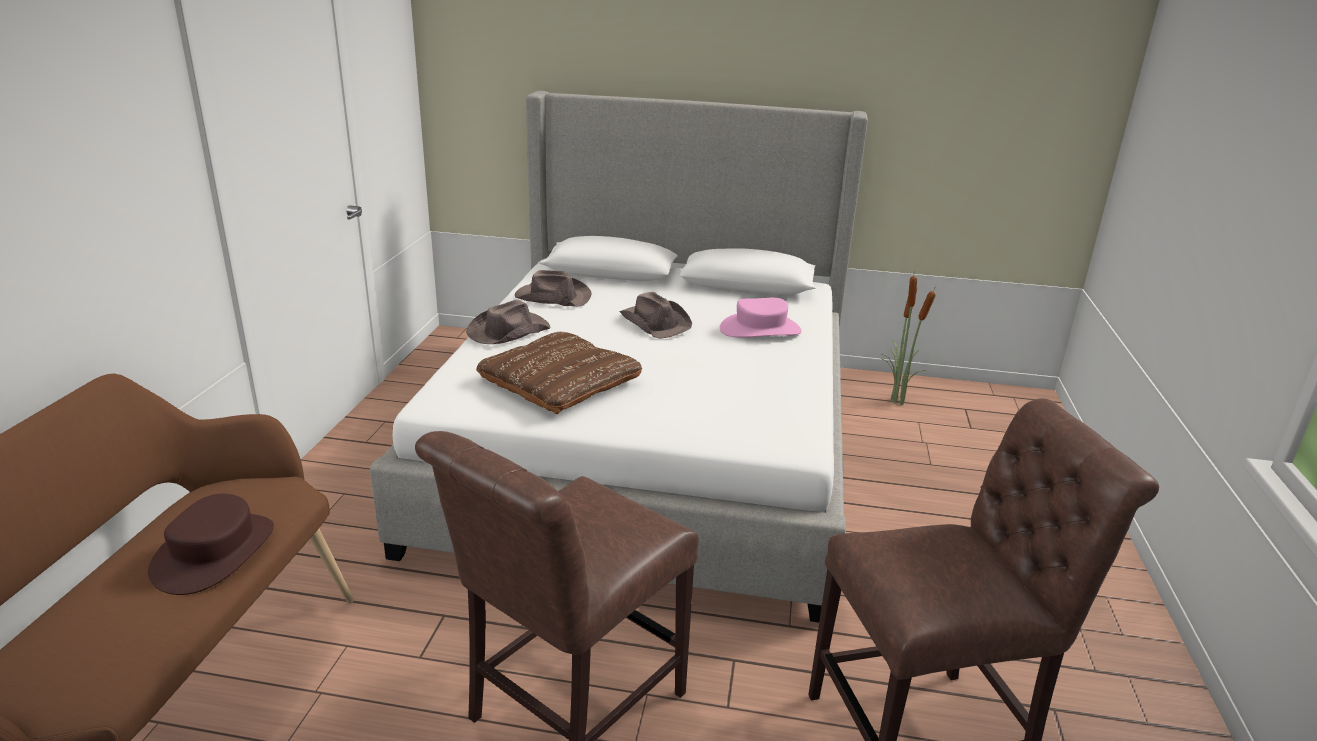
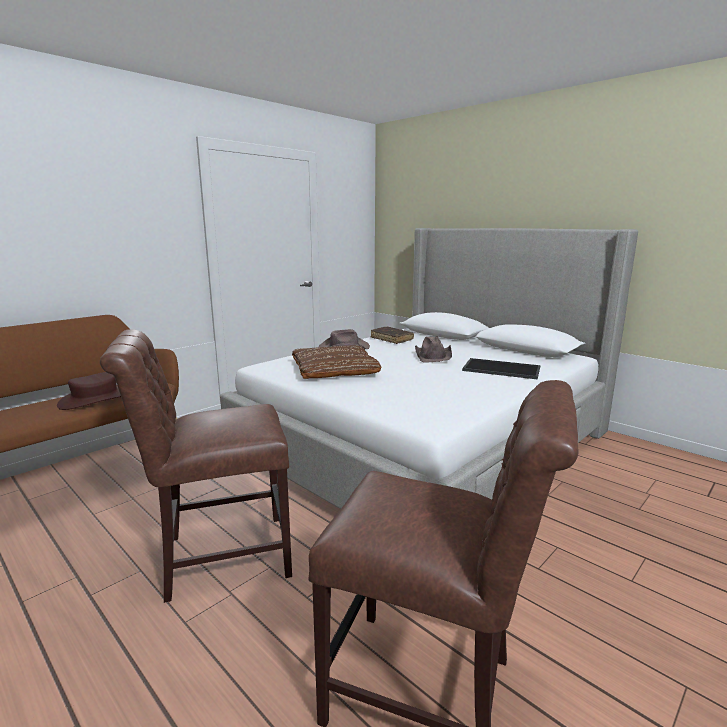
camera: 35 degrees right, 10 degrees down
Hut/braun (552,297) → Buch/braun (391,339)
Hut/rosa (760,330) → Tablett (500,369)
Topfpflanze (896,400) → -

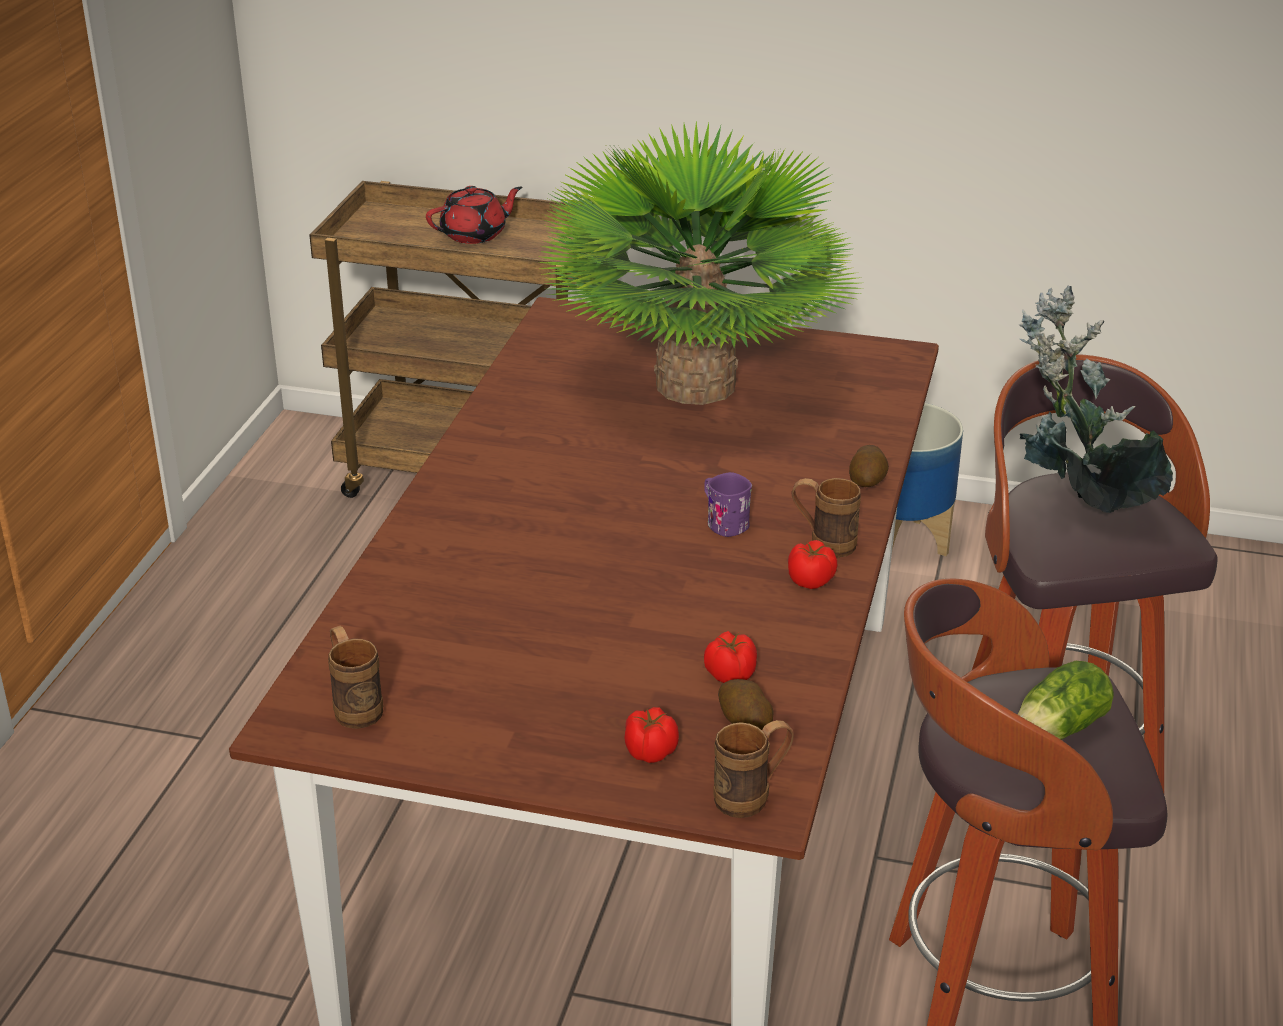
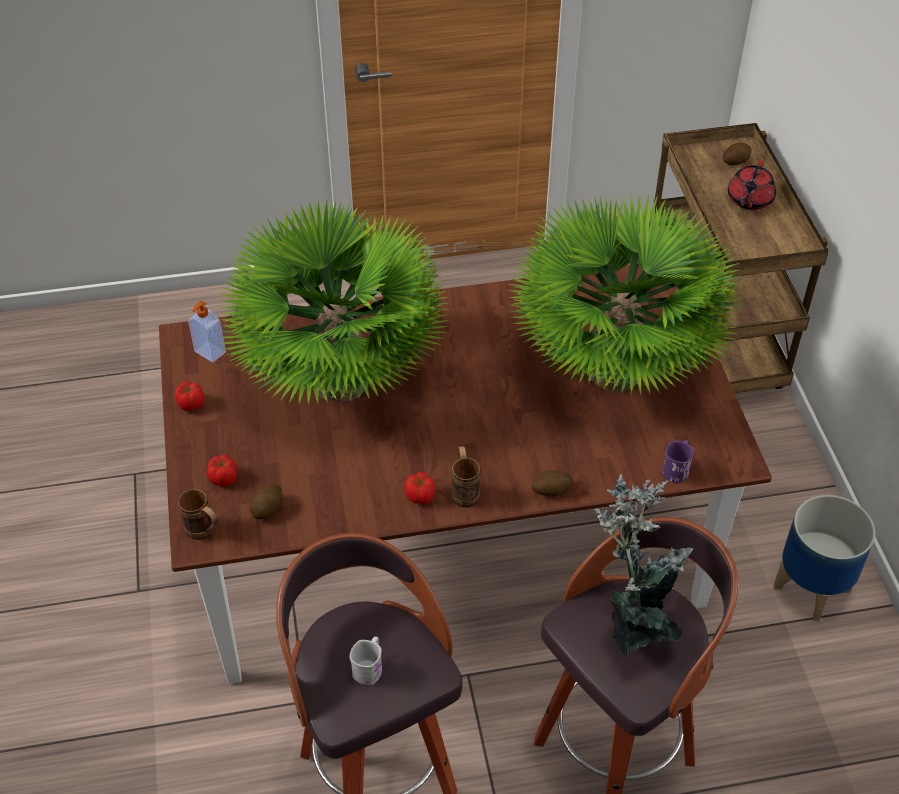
camera: 65 degrees right, 15 degrees up
Tomate (729,674) → Tomate (191,403), move
Henkelbecher/braun (354,705) → Seifenspender (209,353)
- → Topfpflanze (340,381)
Salatkopf (1055,731) → Henkelbecher/weiß (369,667)
Henkelbecher/lila (723,522) → Henkelbecher/lila (677,469), move
- → Kartoffel (735,161)
Teekanne/rot (475,234) → Teekanne/rot (749,200), 75 degrees clockwise

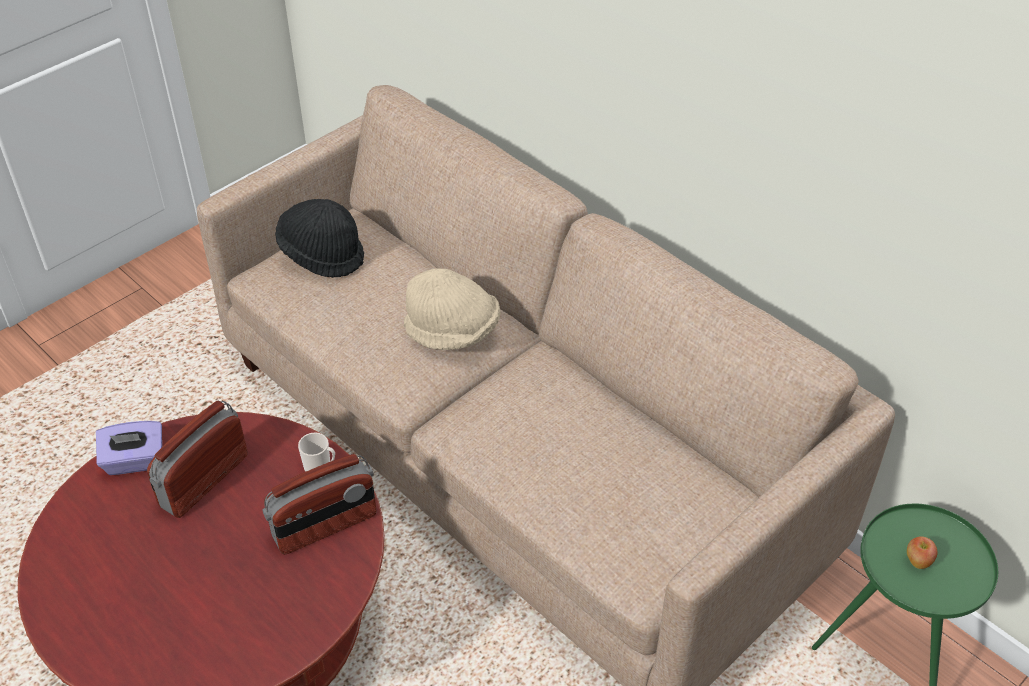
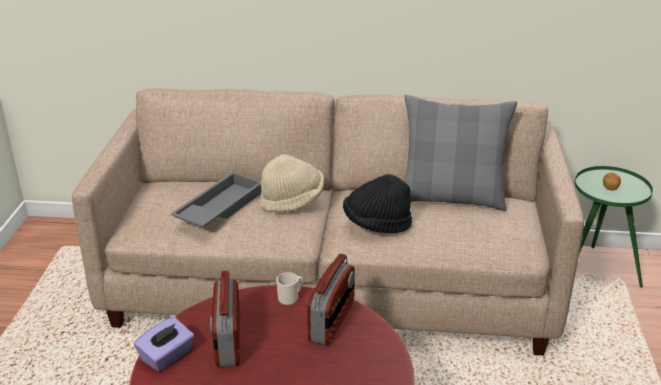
camera: 40 degrees left, 15 degrees down
- → Tablett/grau (219,207)
Hut/schwarz (322,254) → Hut/schwarz (377,224), move
- → Kissen/grau (451,198)

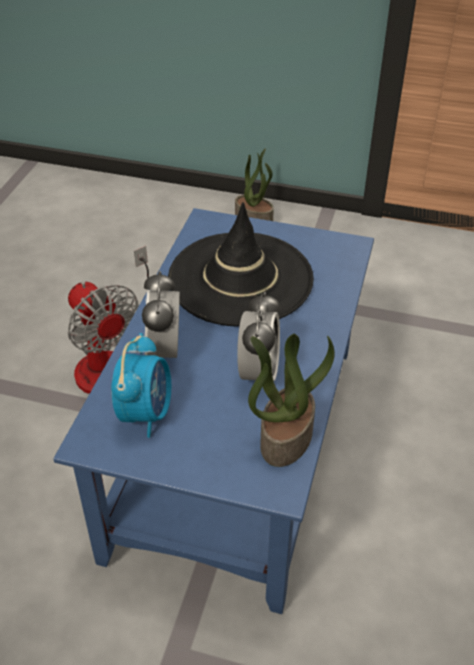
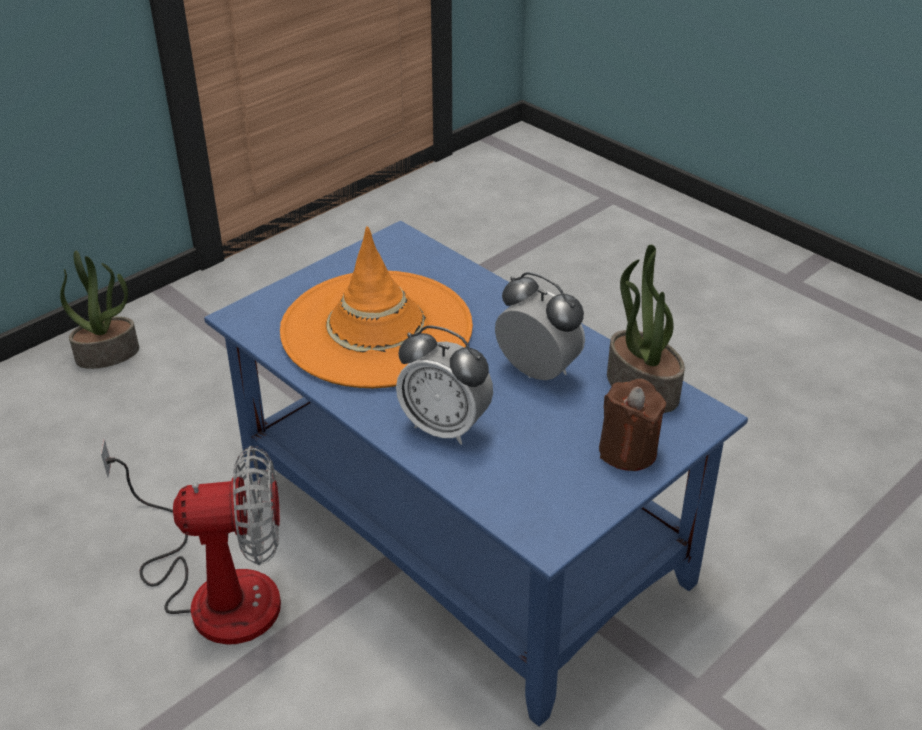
camera: 60 degrees left, 5 degrees down
Hut/schwarz (240,279) → Hut/orange (376,329)
- → Kerze/braun (628,451)
Wecker (146,413) → -

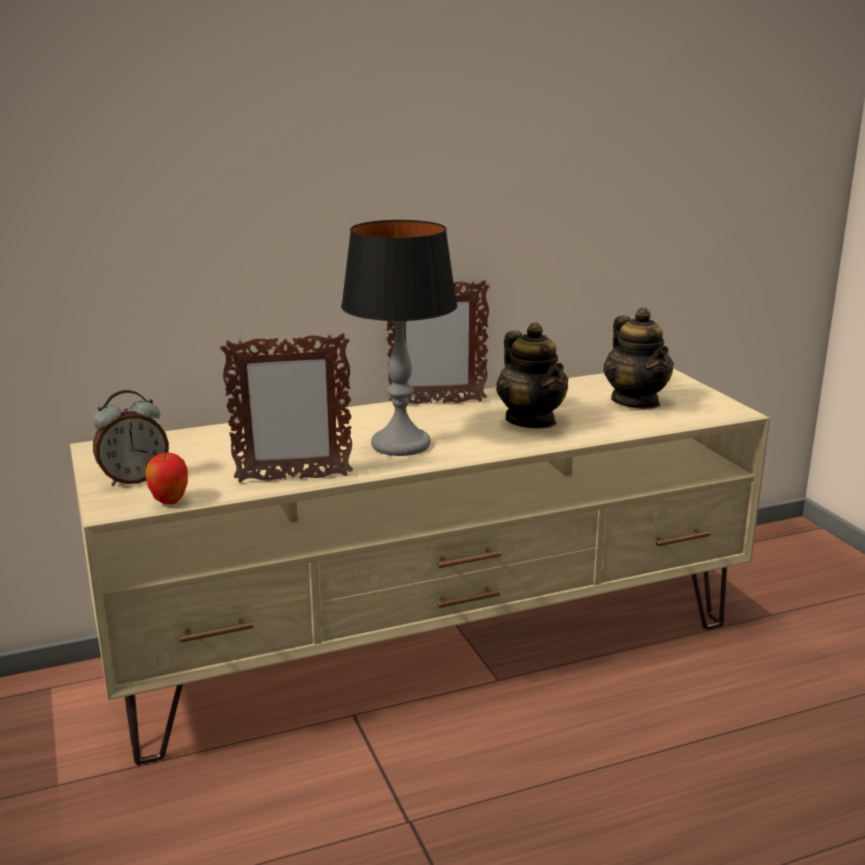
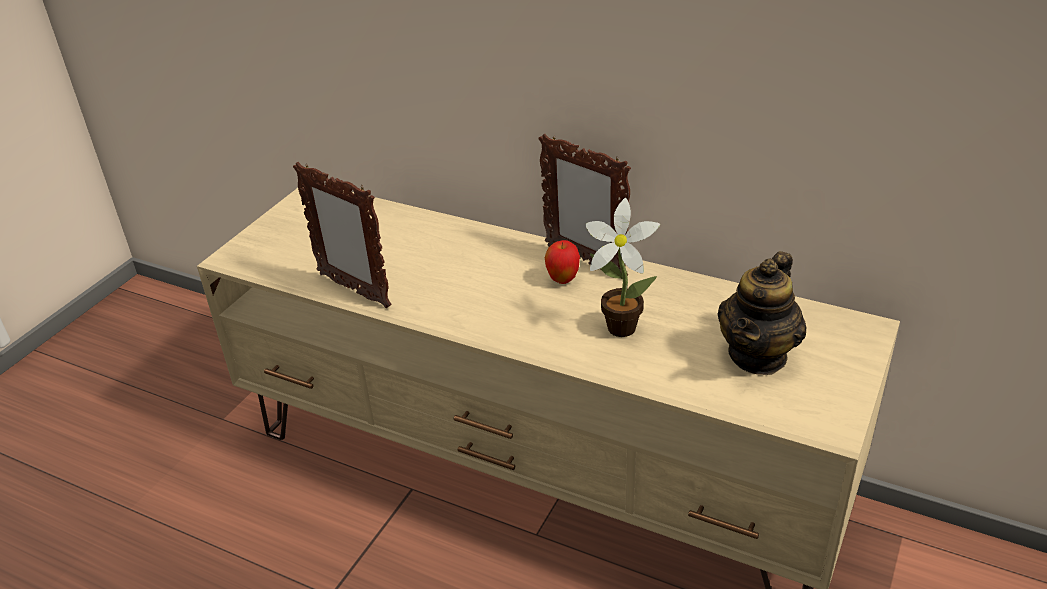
camera: 50 degrees right, 15 degrees up
Apfel (169,501) → Apfel (563,280), move
Teekanne (531,420) → Topfpflanze (617,325)
Wecker (134,479) → -
Tischlampe (400,445) → -

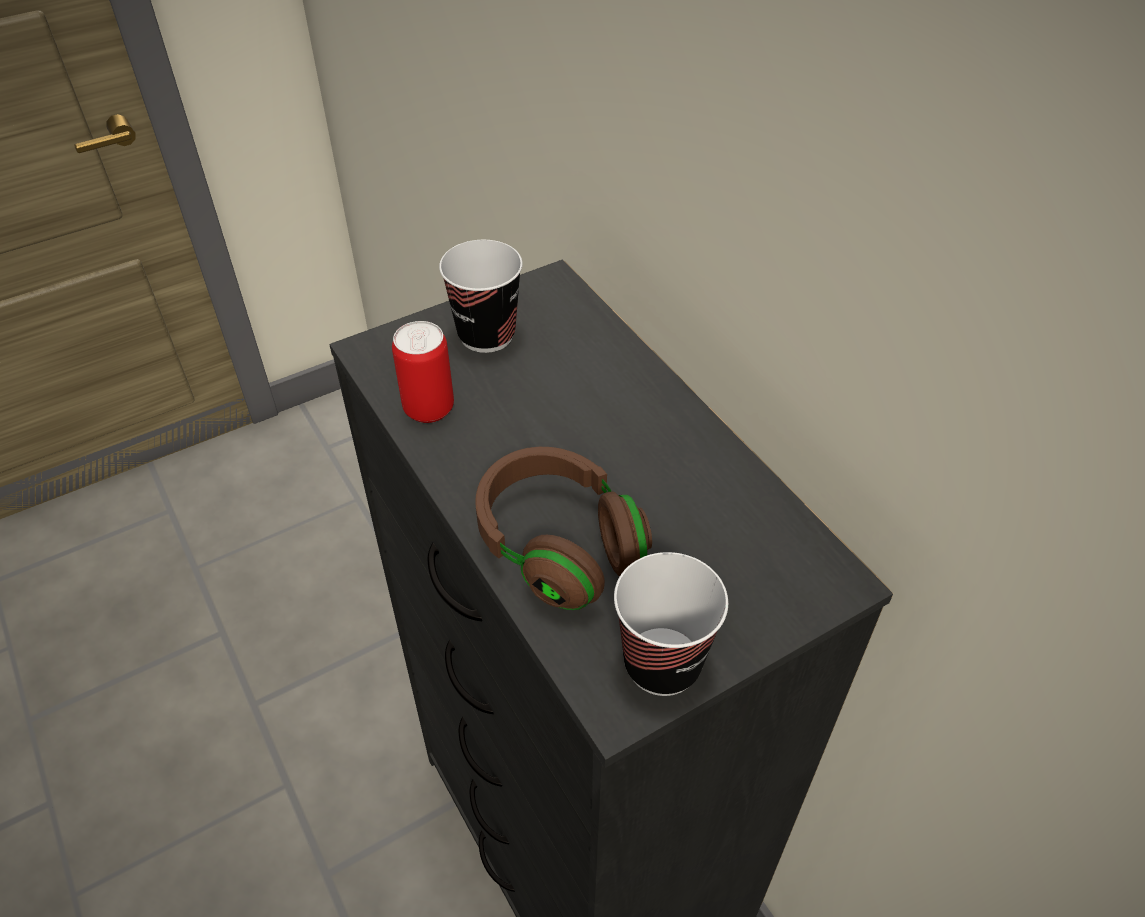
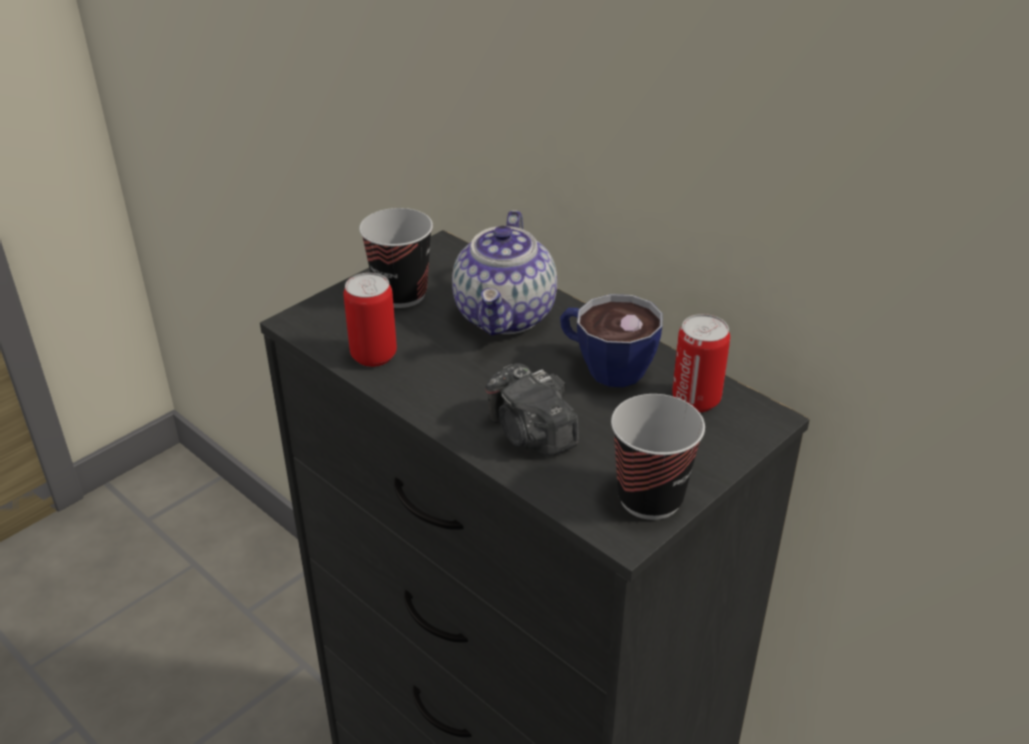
camera: 15 degrees left, 10 degrees down
- → Teekanne (506,316)
Kopfhörer/braun (559,546) → Kamera (531,434)
- → Tasse (604,366)
- → Dose (696,400)

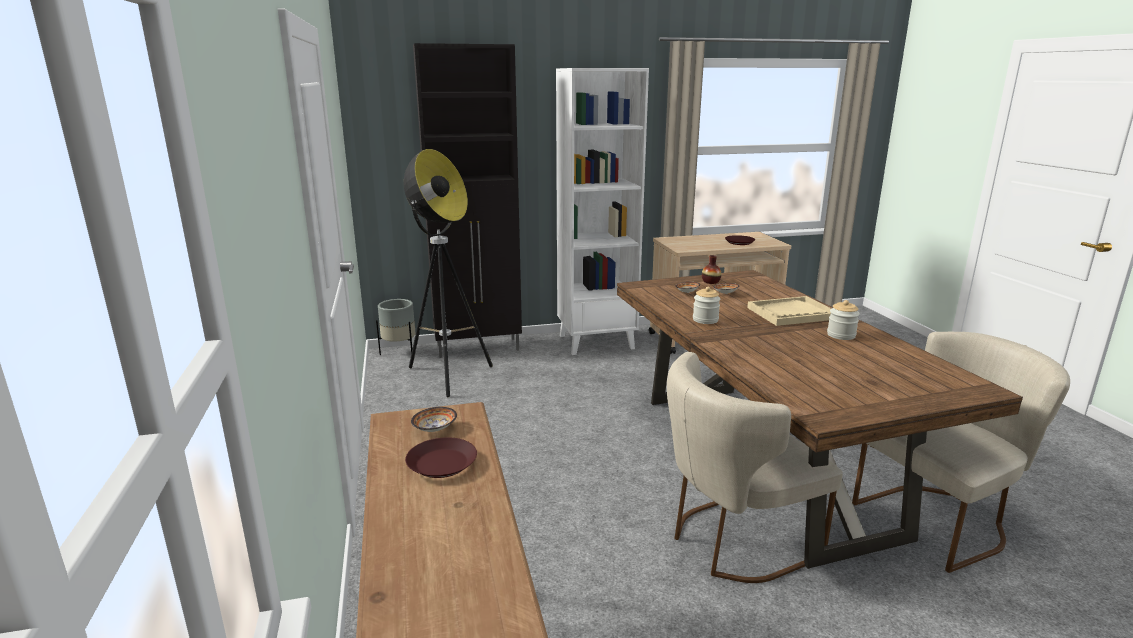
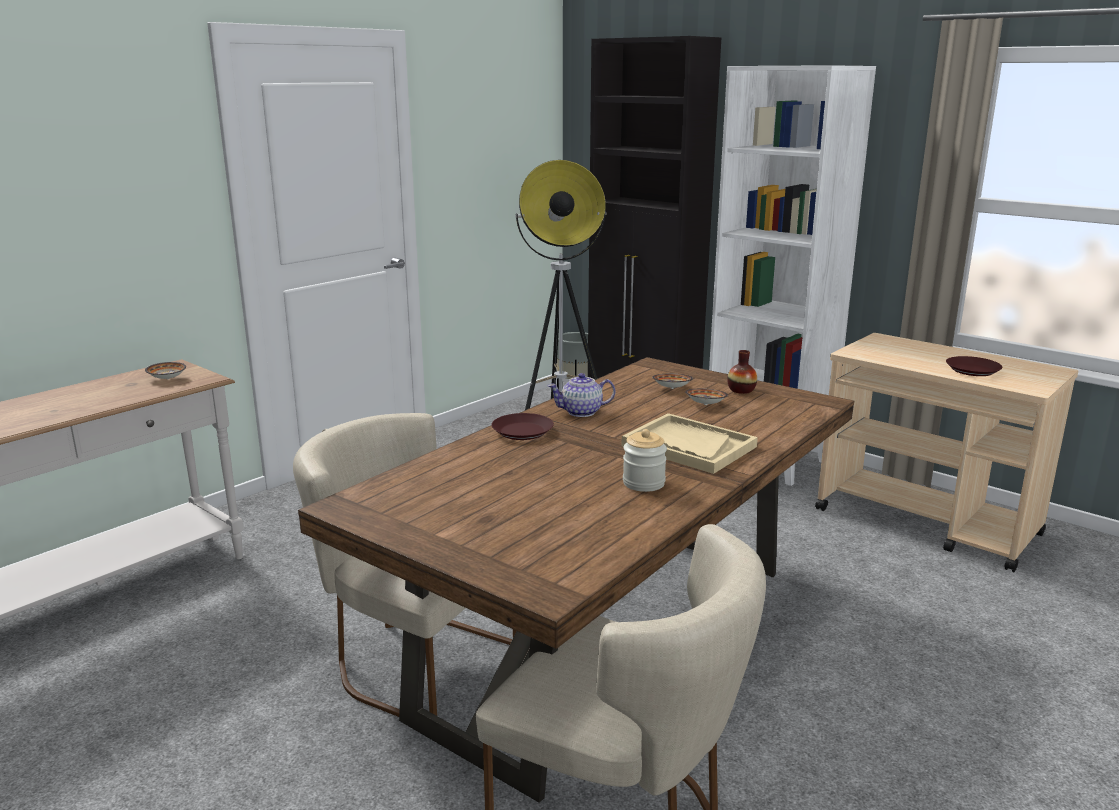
camera: 55 degrees right, 0 degrees up
Teller/braun (441,463) → Teller/braun (523,431), move
Vorratsglas (705,320) → Teekanne (582,412)

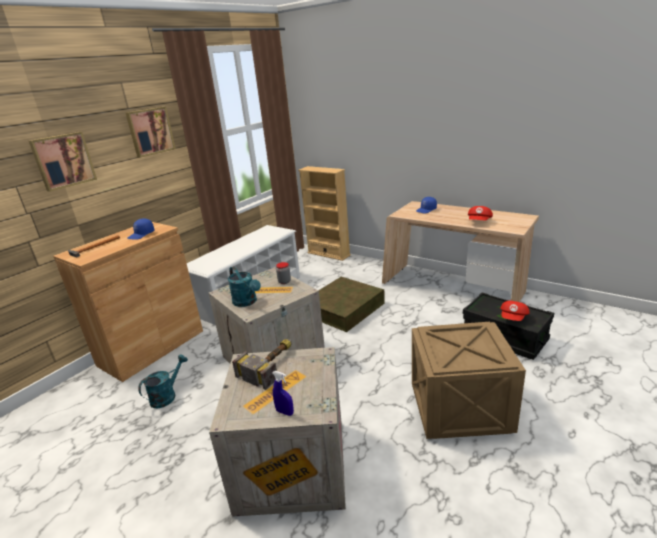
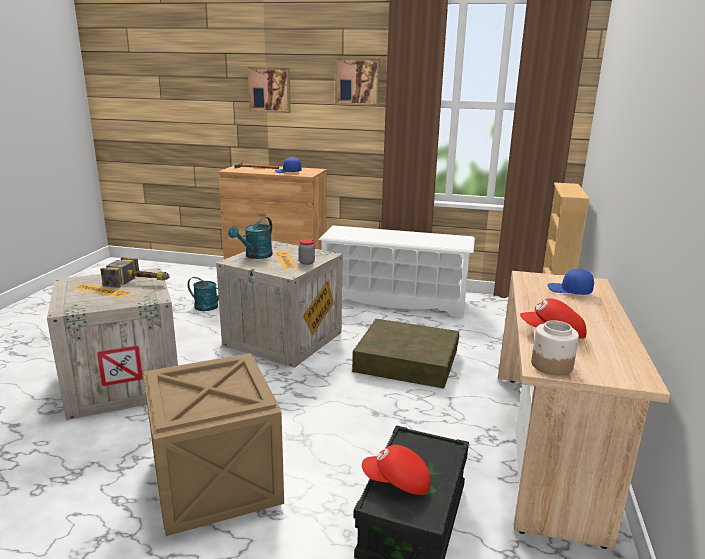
camera: 65 degrees right, 5 degrees down
- → Vorratsglas (551,365)
Sprühflasche/blau (285,412) → -

